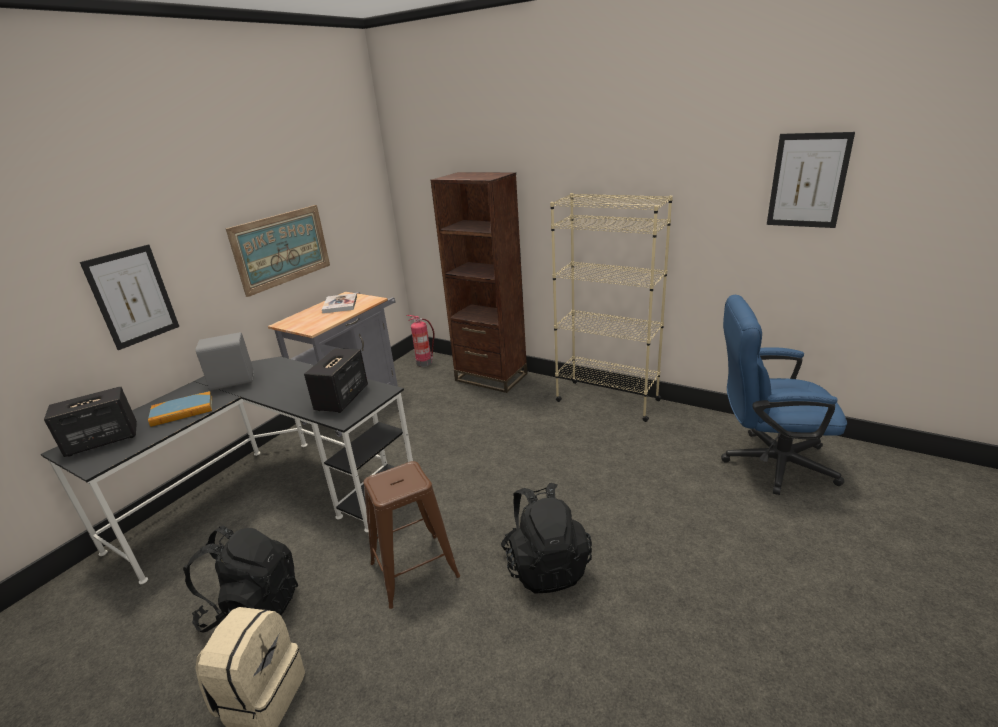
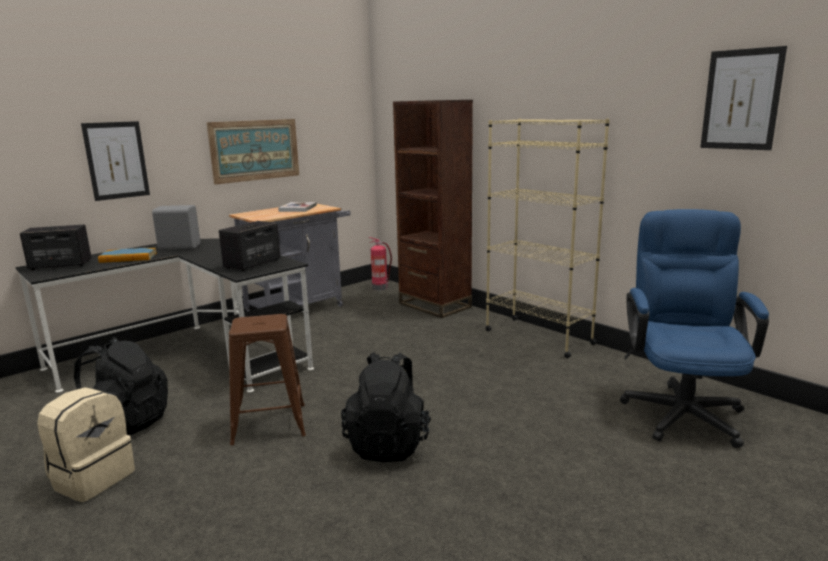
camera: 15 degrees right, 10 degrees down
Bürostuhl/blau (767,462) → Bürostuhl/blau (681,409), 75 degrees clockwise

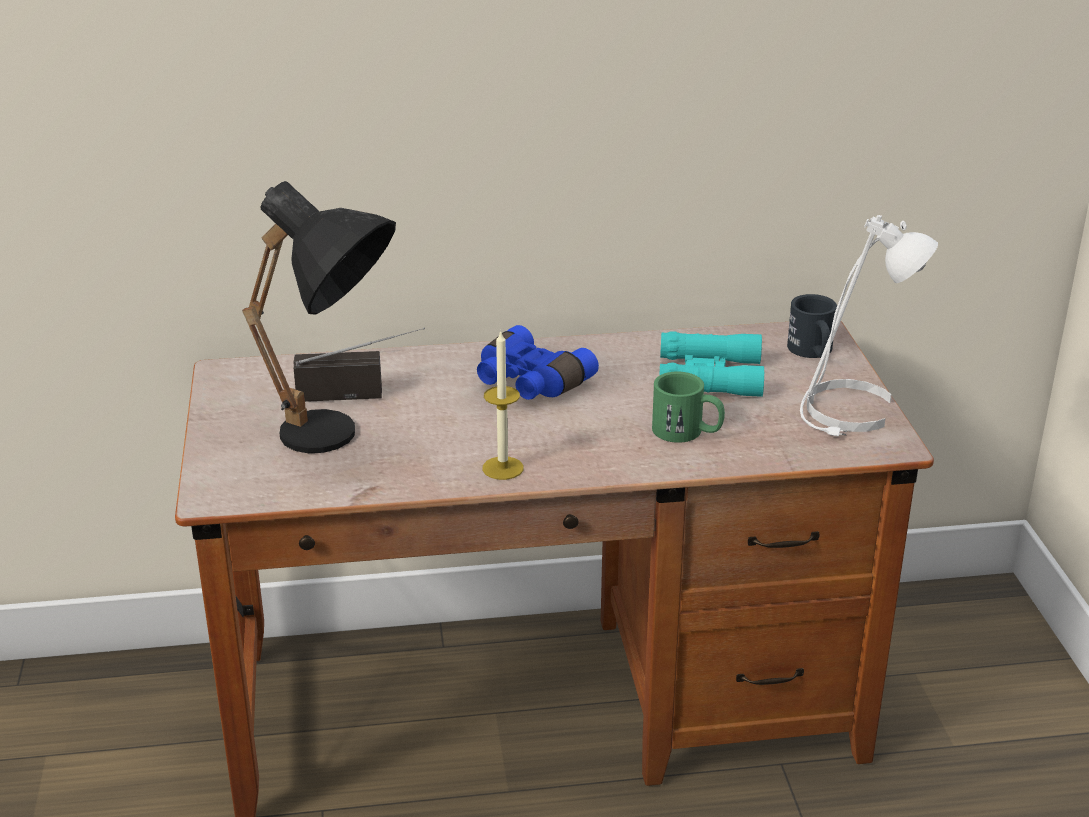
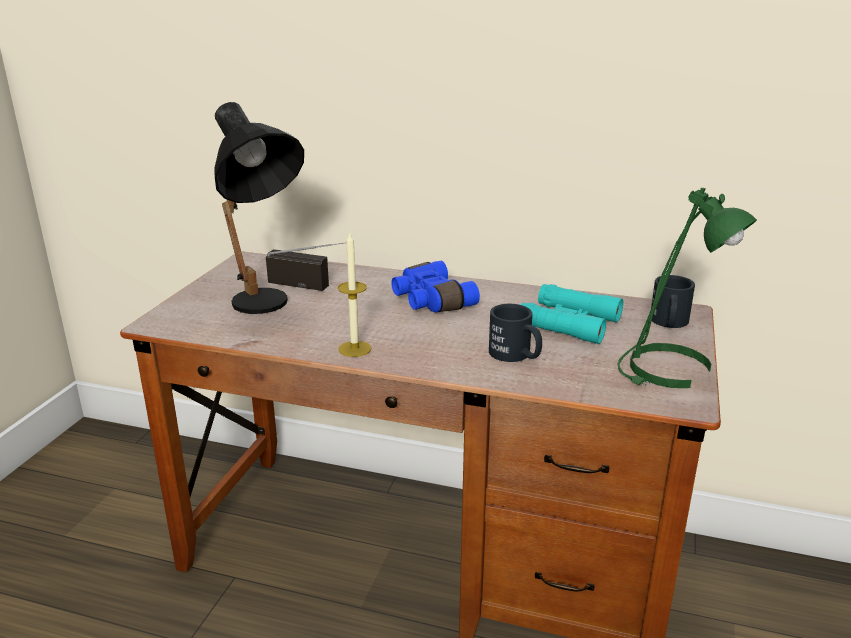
camera: 25 degrees right, 5 degrees down
Henkelbecher/grün (687,432) → Henkelbecher/schwarz (516,355)
Tischlampe/weiß (850,412) → Tischlampe/grün (667,371)

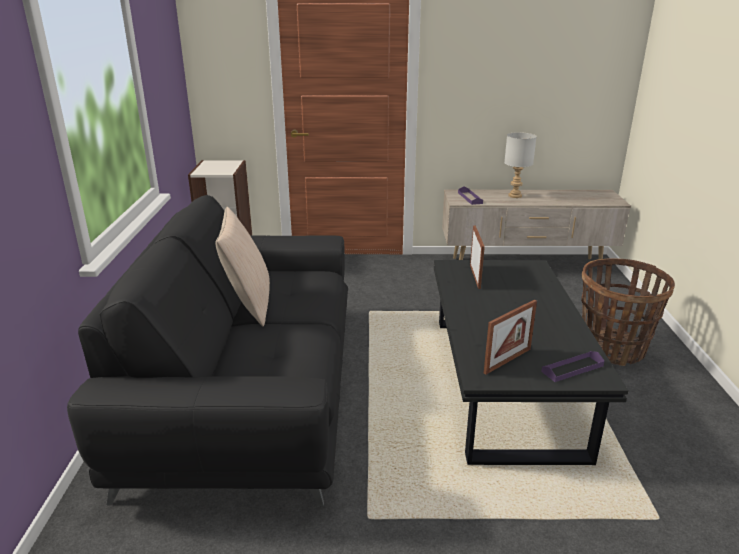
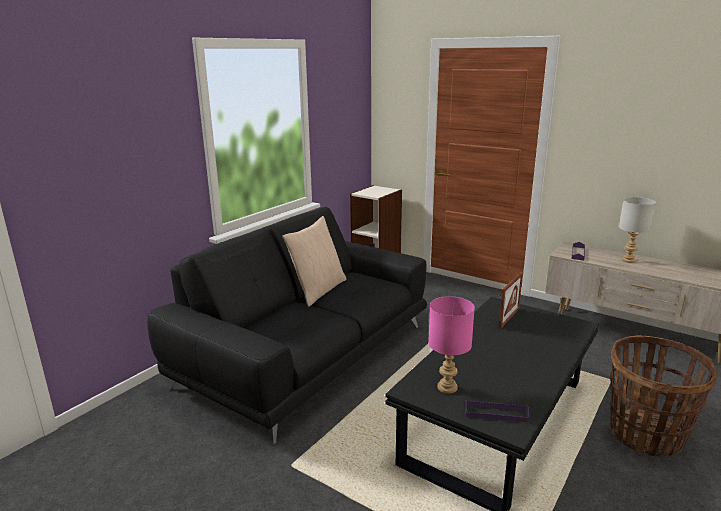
camera: 35 degrees right, 5 degrees down
Bilderrahmen (507,361) → Tischlampe/rosa (447,387)

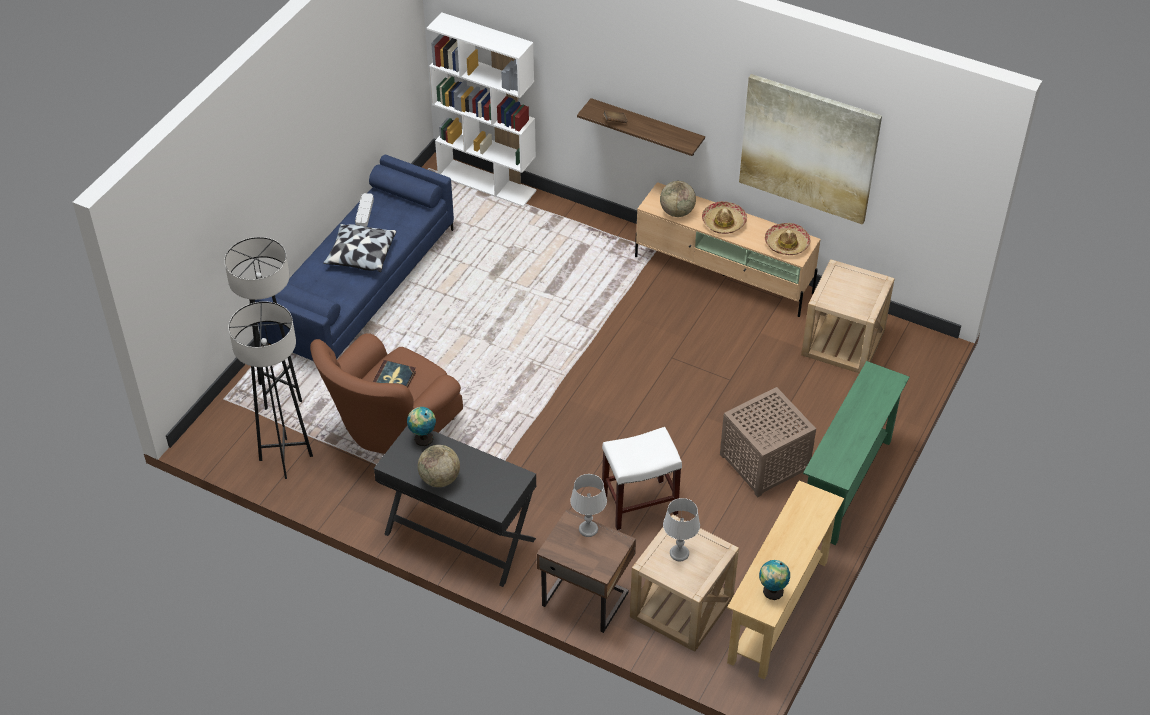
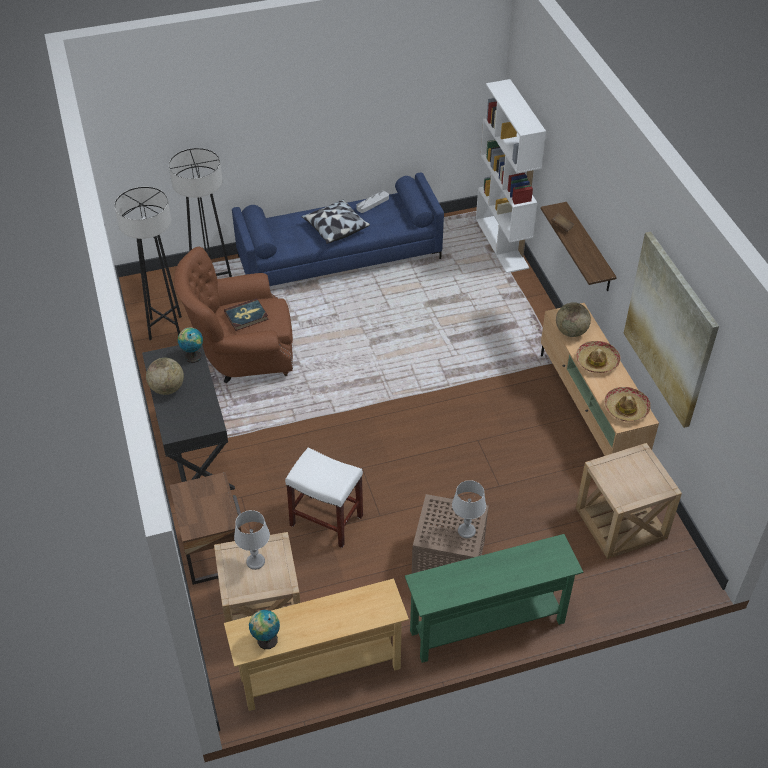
camera: 45 degrees right, 0 degrees up
Tischlampe/grau (588,529) → Tischlampe/grau (466,531), move

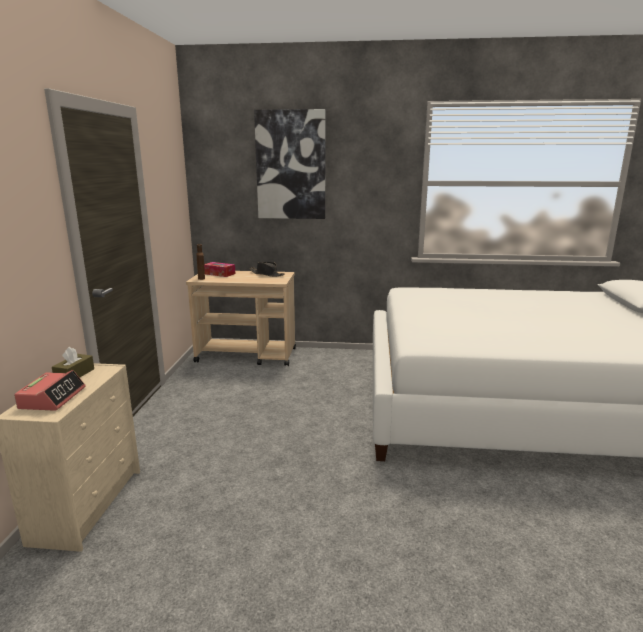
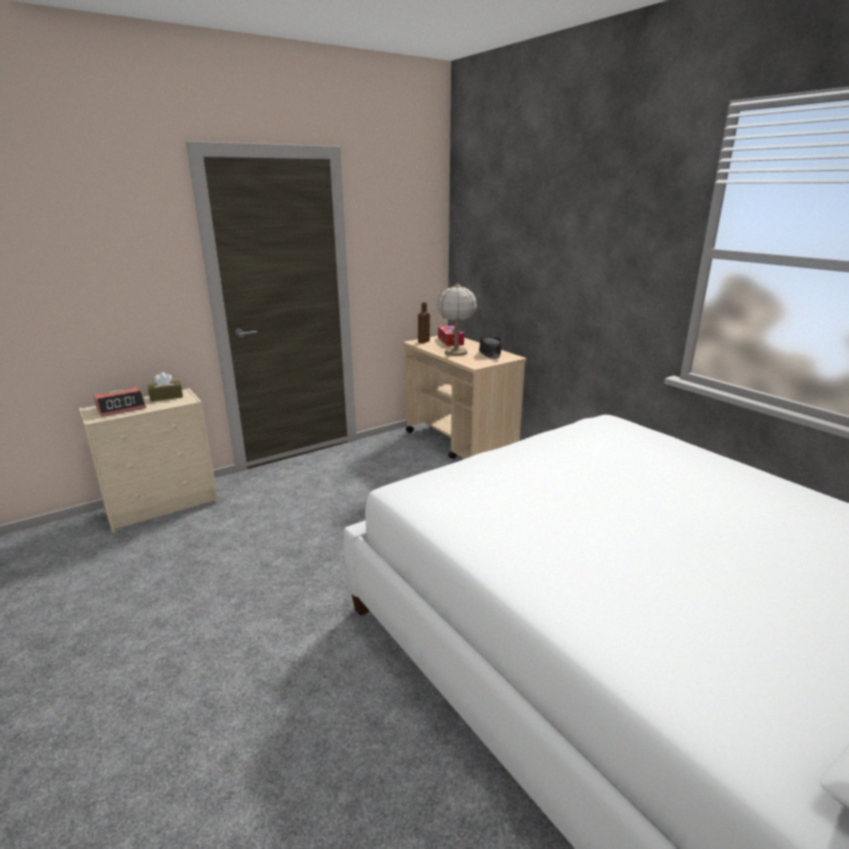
camera: 50 degrees right, 5 degrees up
- → Tischlampe (456,352)
Bild (291,165) → -

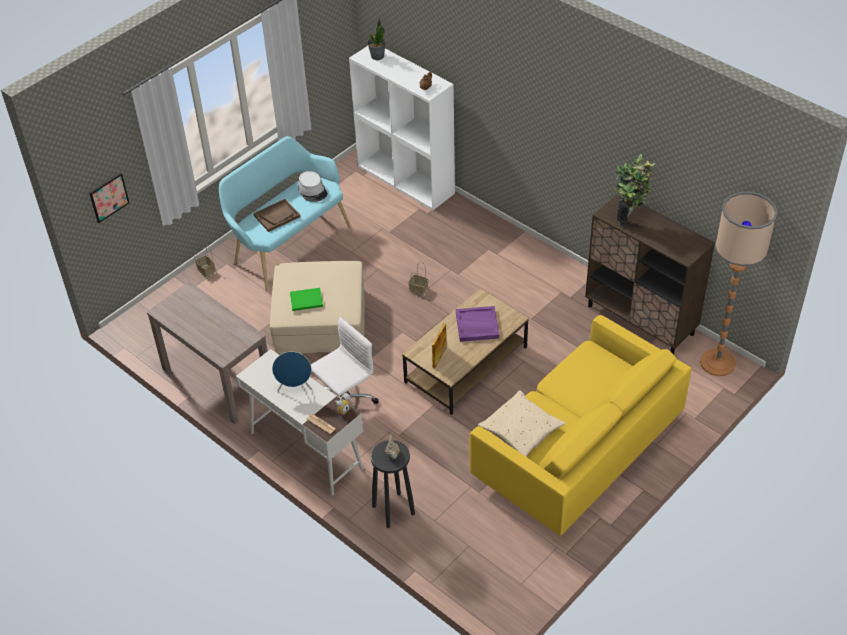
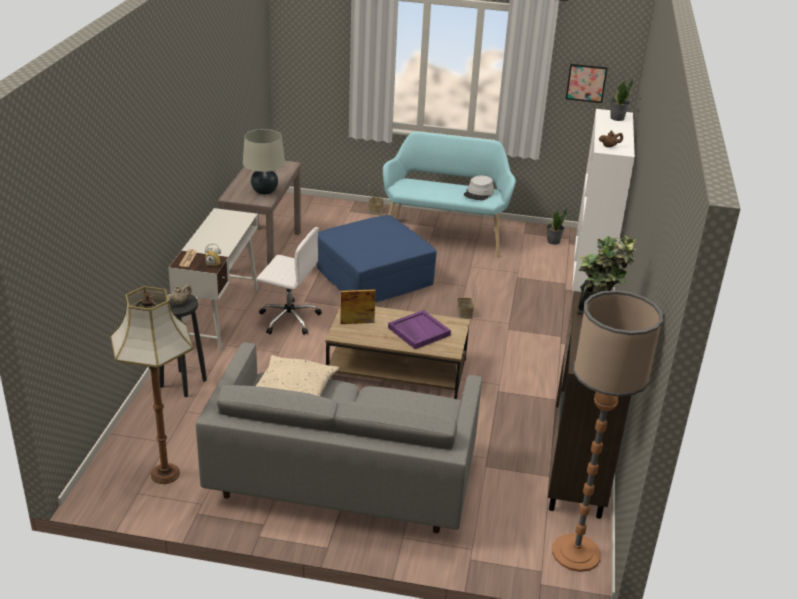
camera: 55 degrees right, 15 degrees down
- → Stehlampe (165,475)
Sofa/gelb (576,452) → Sofa/grau (343,478)
- → Tischlampe/beige (264,191)
Polsterhocker/beige (320,320) → Polsterhocker/blau (374,276)
- → Topfpflanze (553,241)
Bild (109,197) → Bild (586,83), move
Tablett/braun (277,216) → -
Lautsprecher/blau (295,387) → -
Buch/grün (307,301) → -

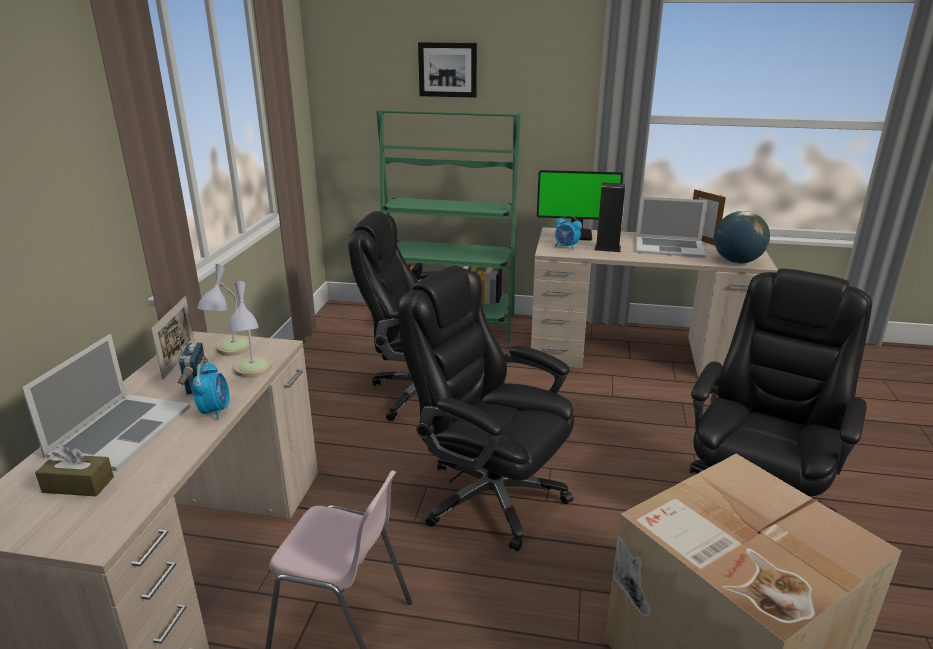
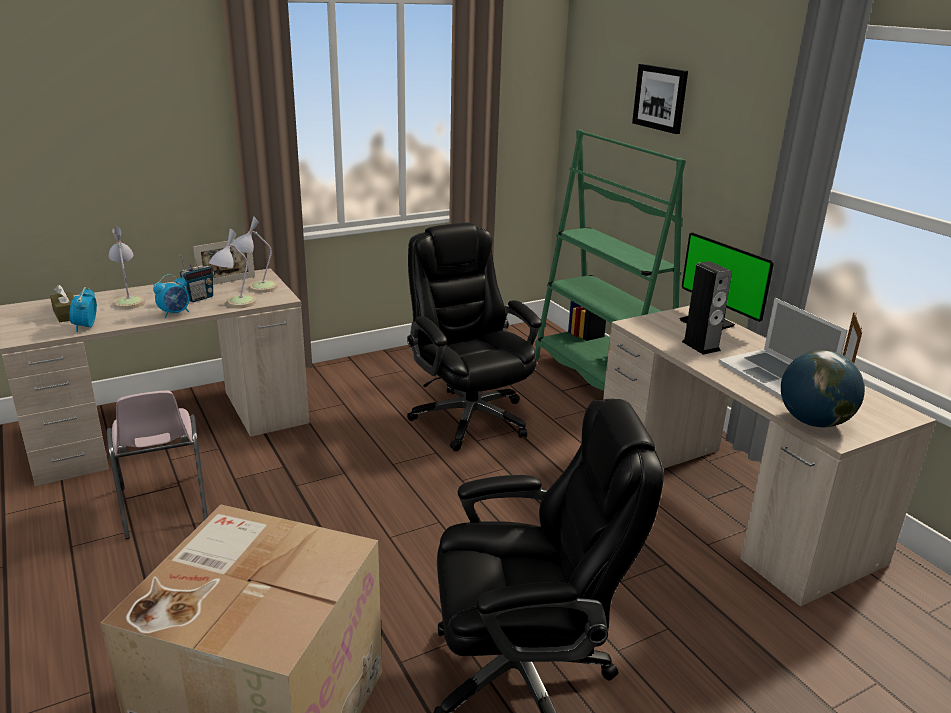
camera: 50 degrees right, 0 degrees up
Wecker (566,247) → Wecker (86,327), move
Laptop (120,431) → Tischlampe (129,301)
Bürostuhl/schwarz (490,496) → -

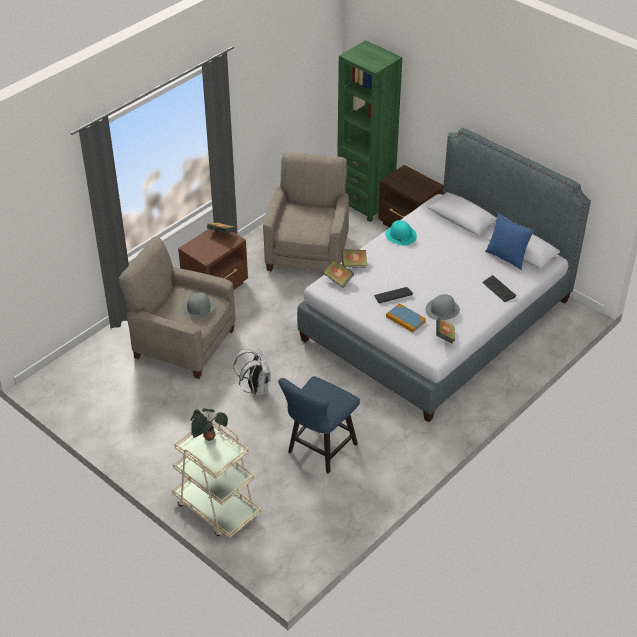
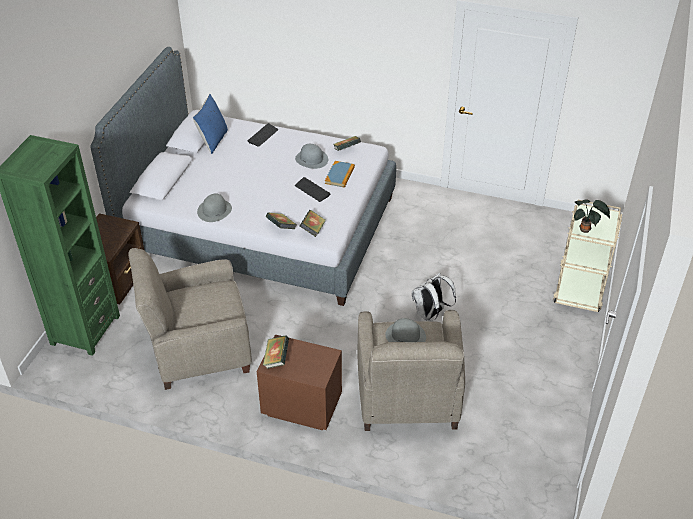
camera: 115 degrees left, 0 degrees up
Hut/türkis (400,235) → Hut/grau (214,210)
Stuhl/blau (319,451) → -

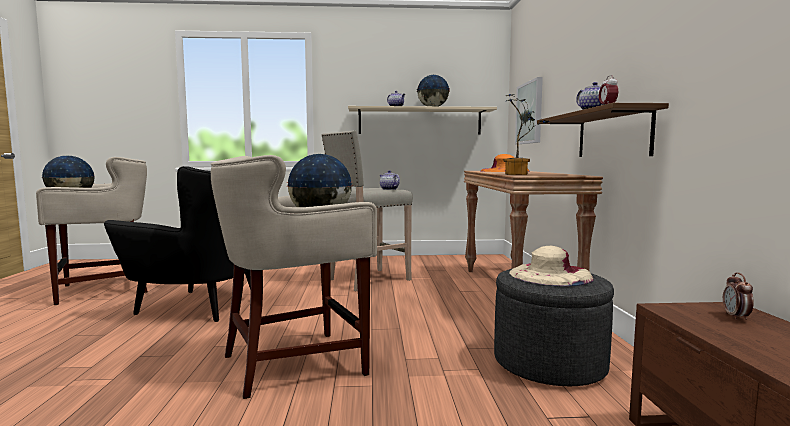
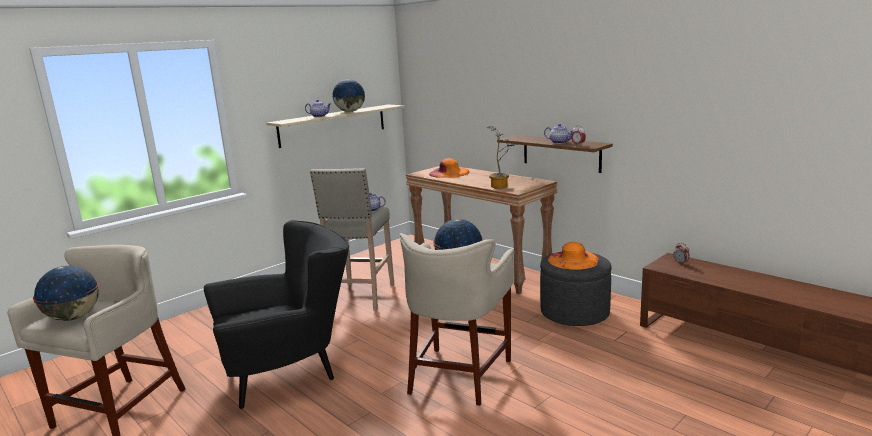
camera: 40 degrees left, 10 degrees up
Hut/beige (550,274) → Hut/orange (573,260)
Bild (530,113) → -

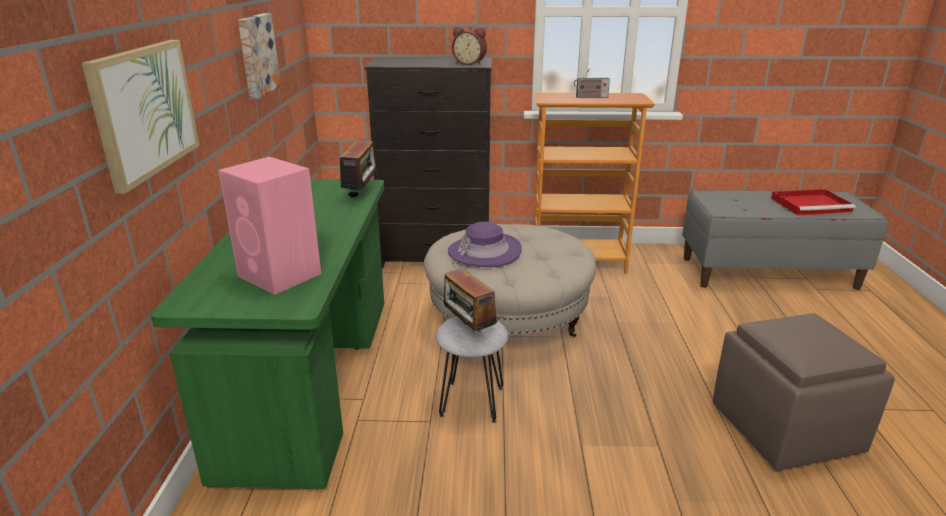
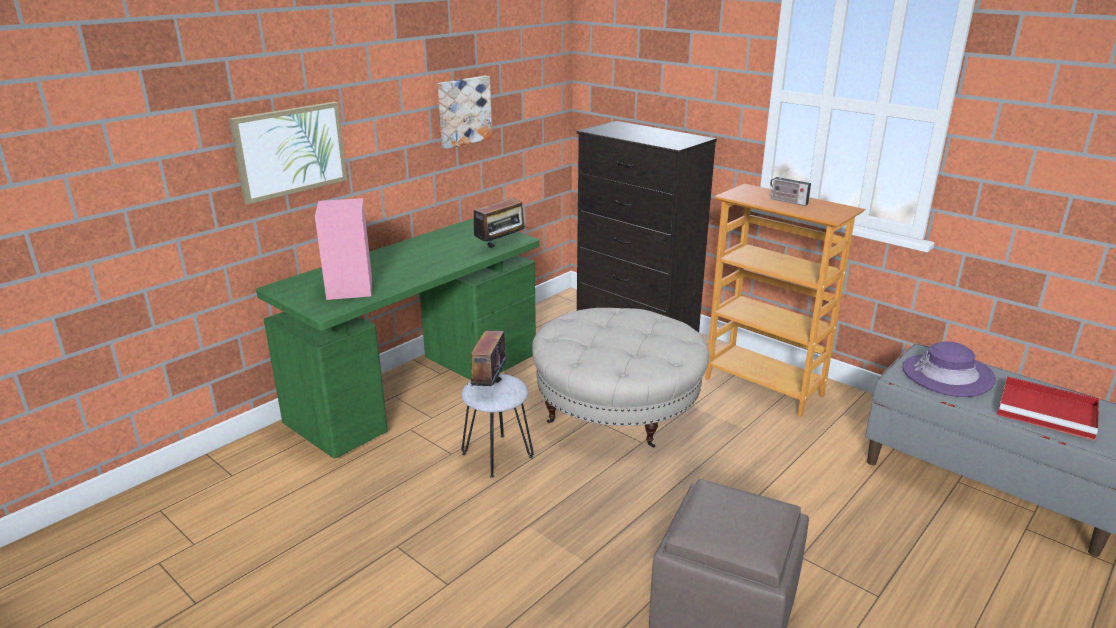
camera: 40 degrees right, 0 degrees up
Hut/lila (484,251) → Hut/lila (947,376), move
Wecker (470,64) → -

